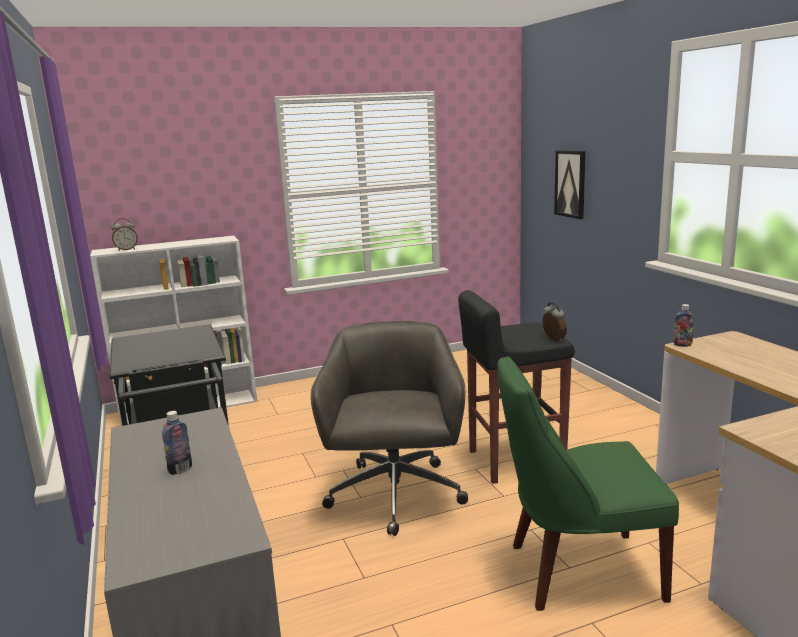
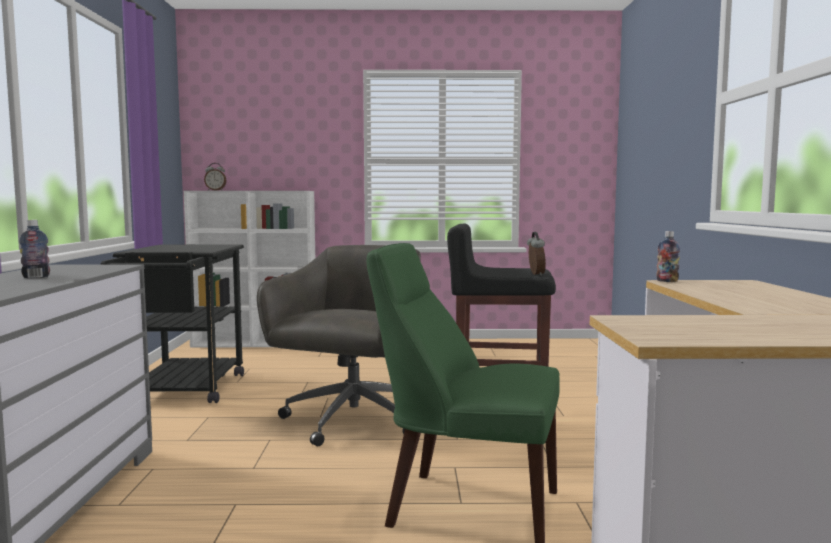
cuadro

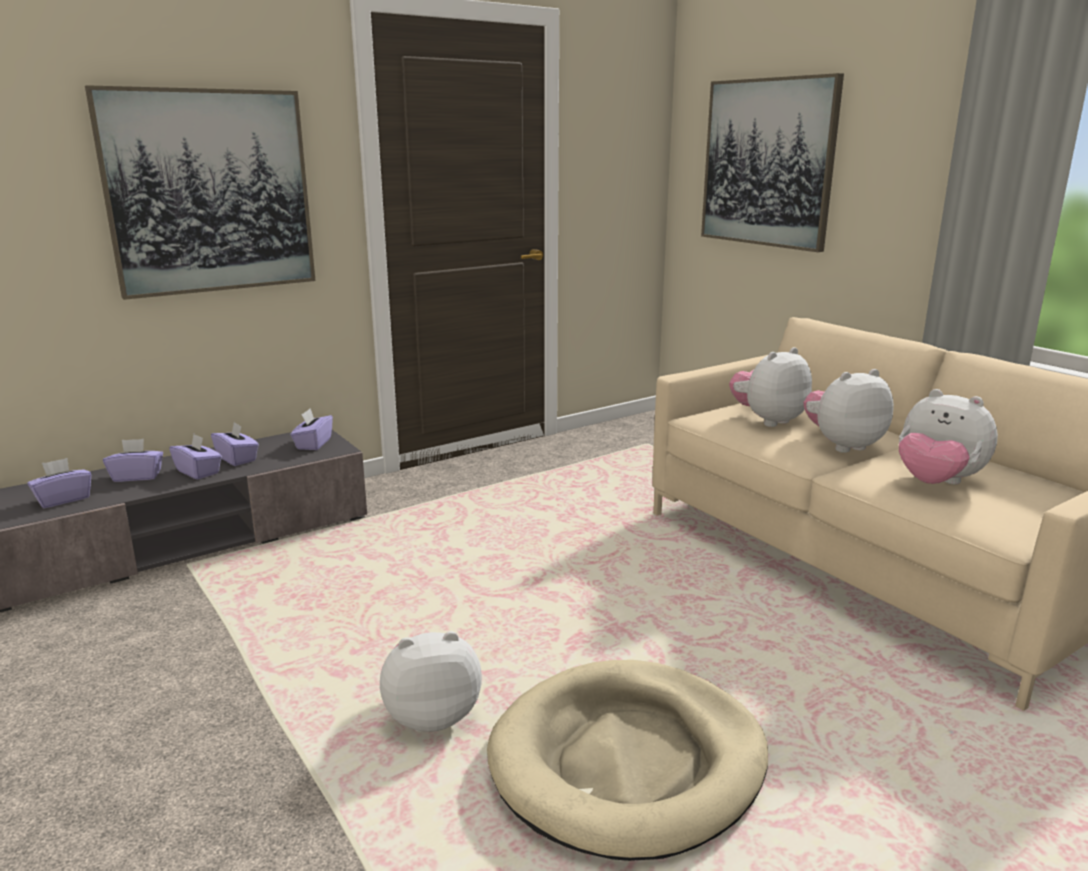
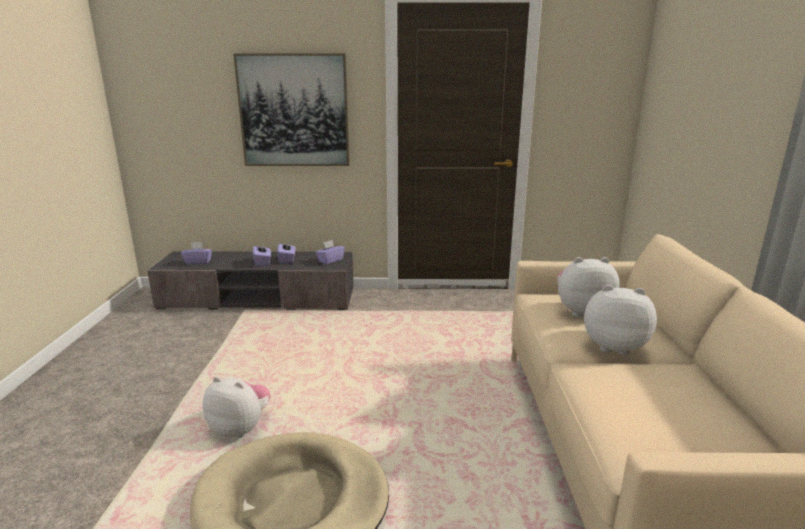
caja de pañuelos (morado) (2nd from left in the first image)
cuadro (2nd from left in the first image)
peluche (4th from left in the first image)

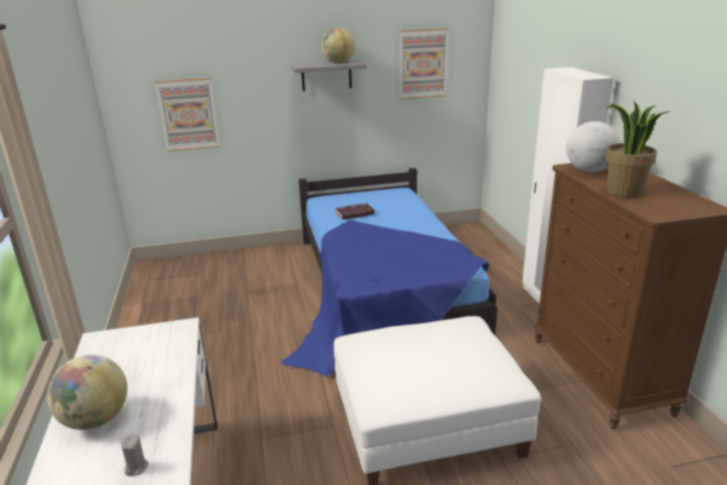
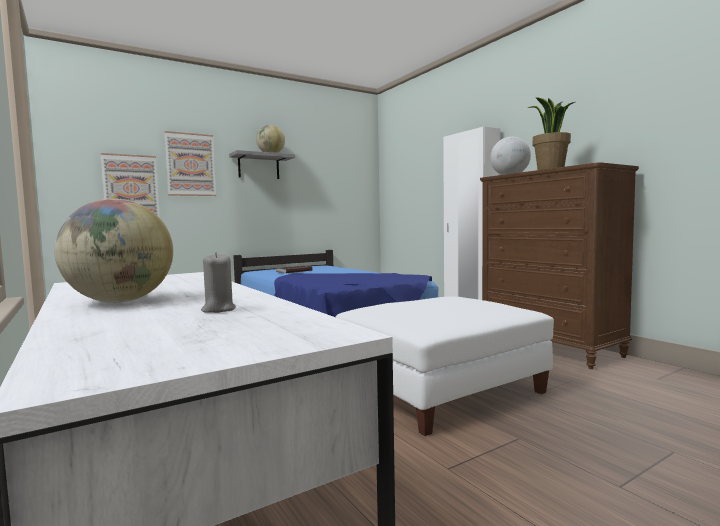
cuadro (2nd from left)

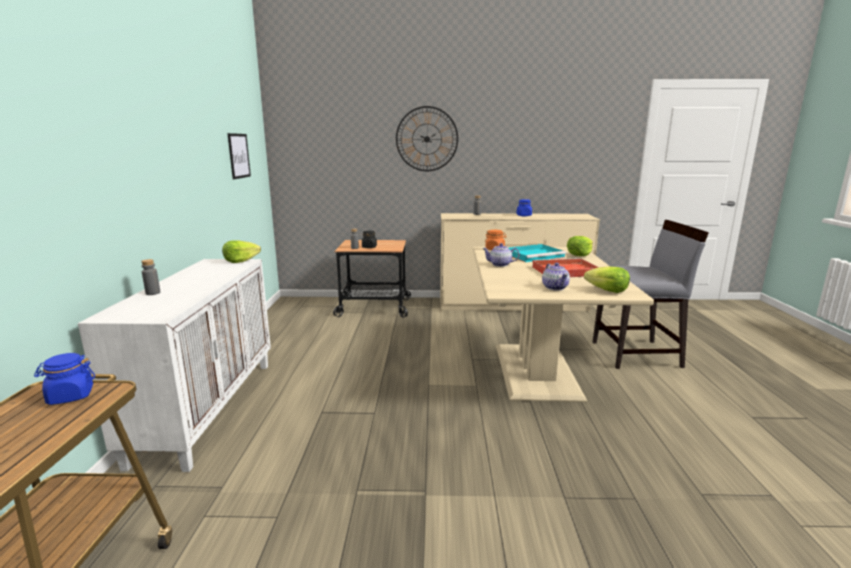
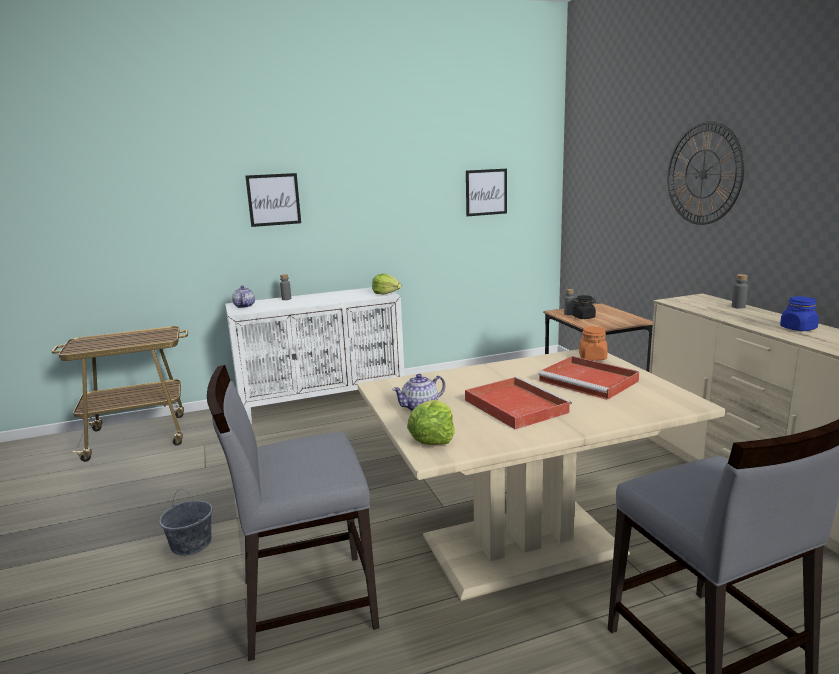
cubo (gris)
silla (gris) (1st from left)
tetera (1st from left)
cuadro (1st from left)
bandeja (rojo) (2nd from left)
tarro (azul) (1st from left in the first image)
lechuga (2nd from left in the first image)

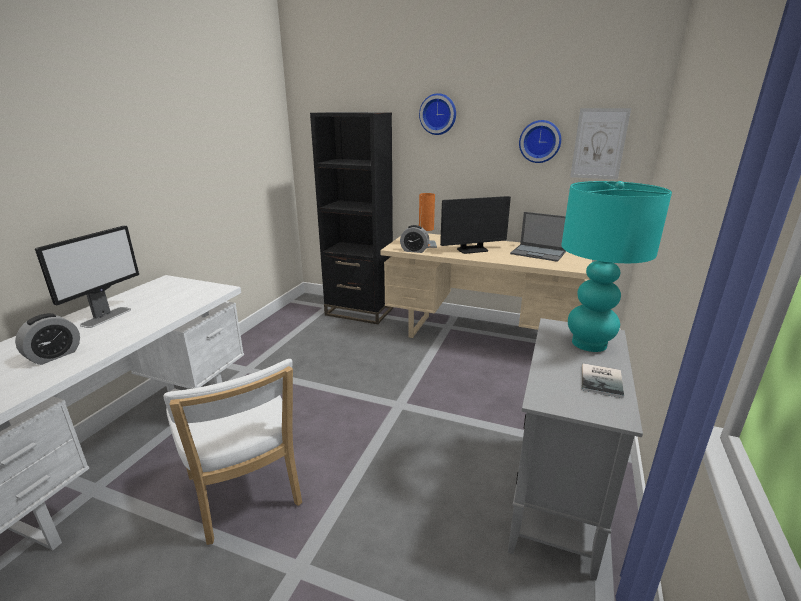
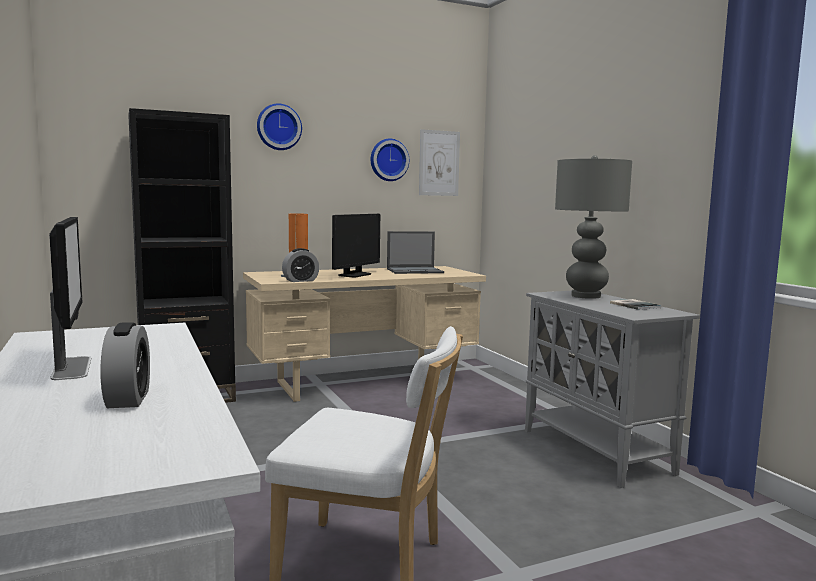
lámpara de mesa (gris)

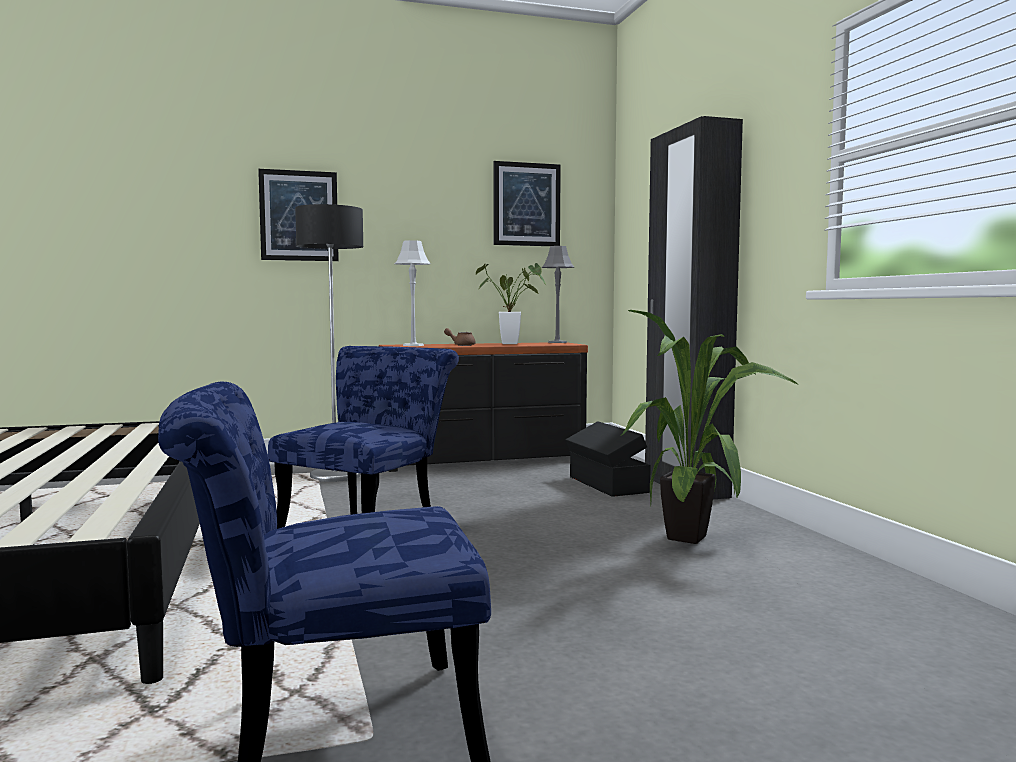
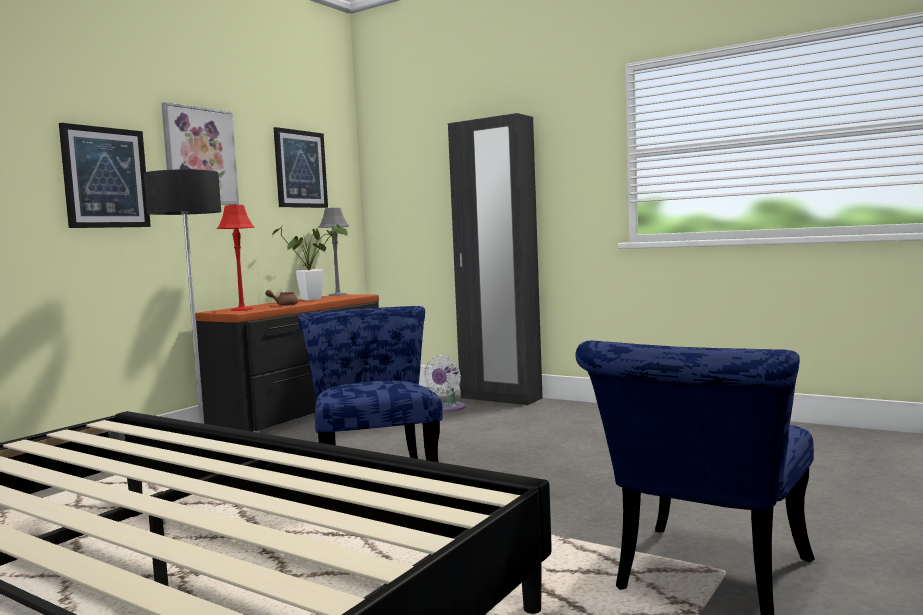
cuadro (2nd from left)
lámpara de mesa (rojo)
ventilador (blanco)
planta en maceta (2nd from left in the first image)

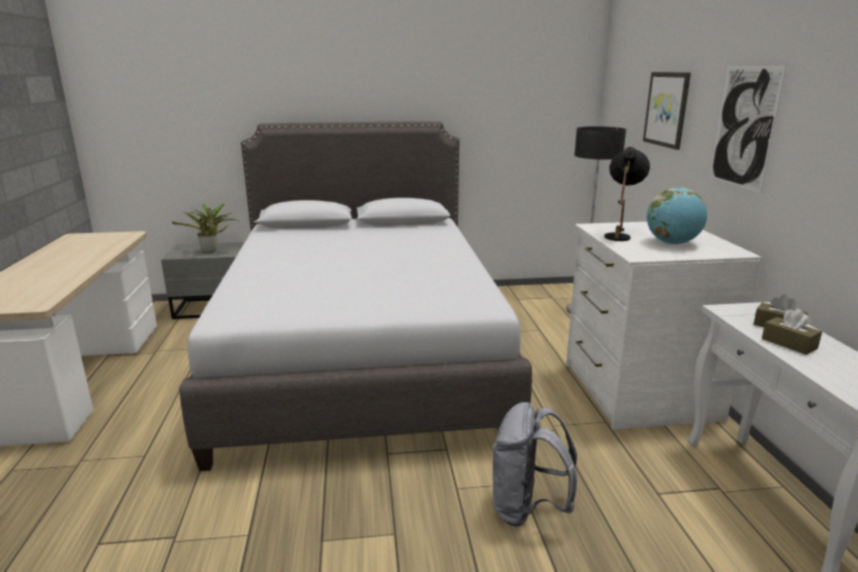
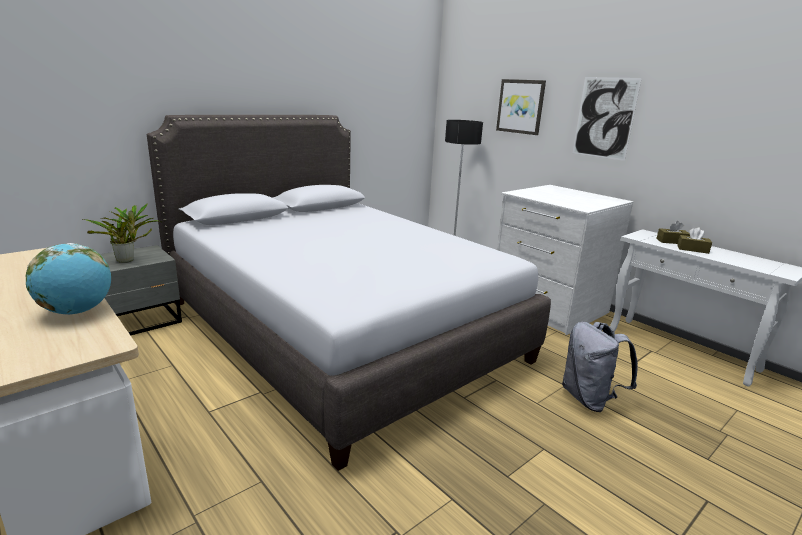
globo terráqueo
lámpara de mesa (negro)

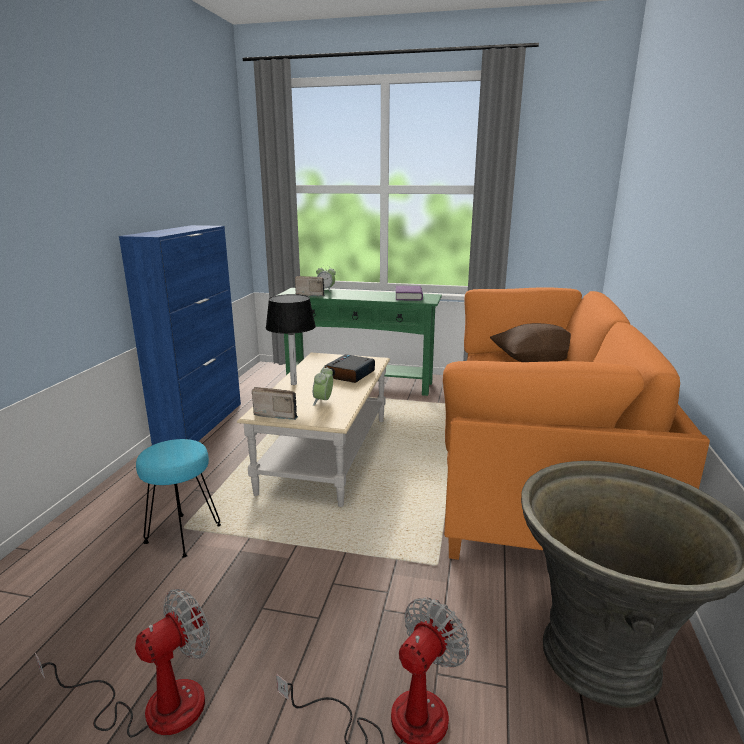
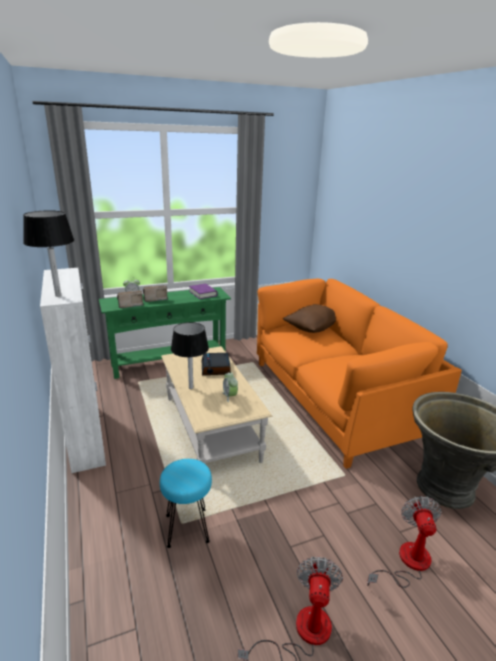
lámpara de mesa (negro) (1st from left)
armario (blanco)
radio (2nd from left)

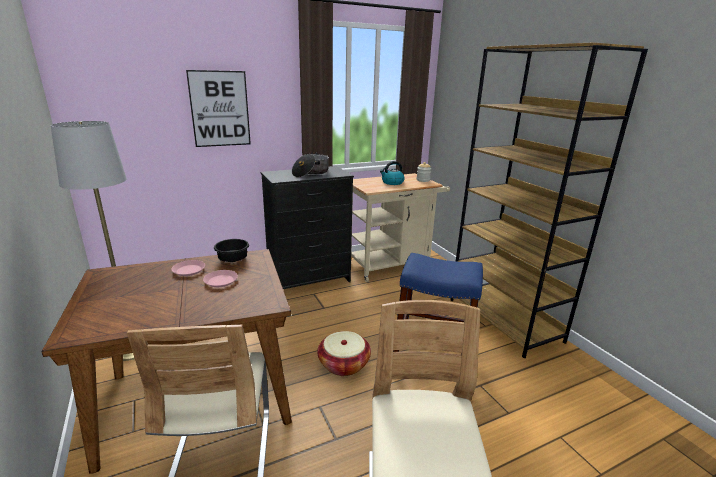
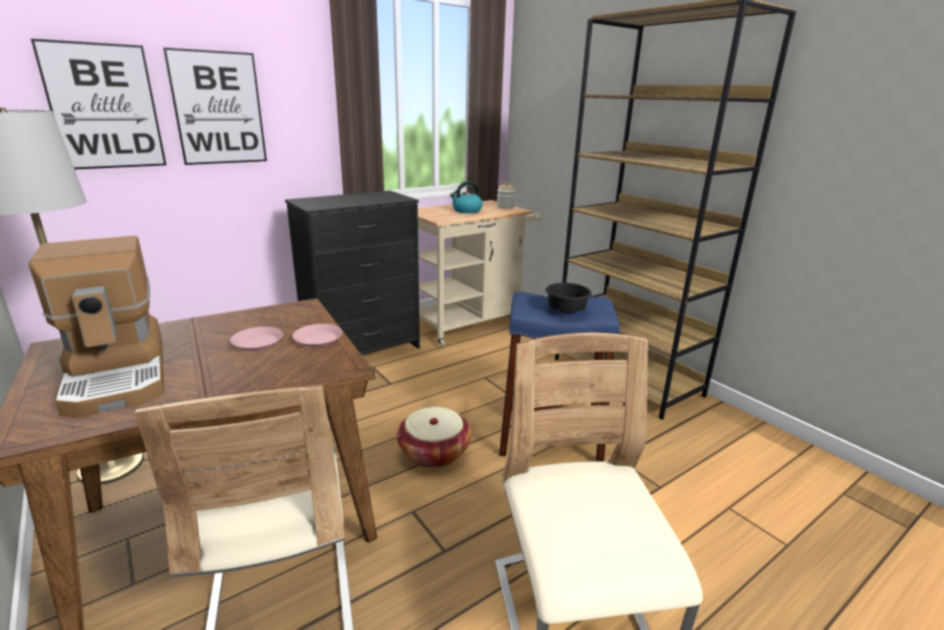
cafetera
cuadro (1st from left)
plato (rosa) (2nd from left)
cuenco (negro)
olla

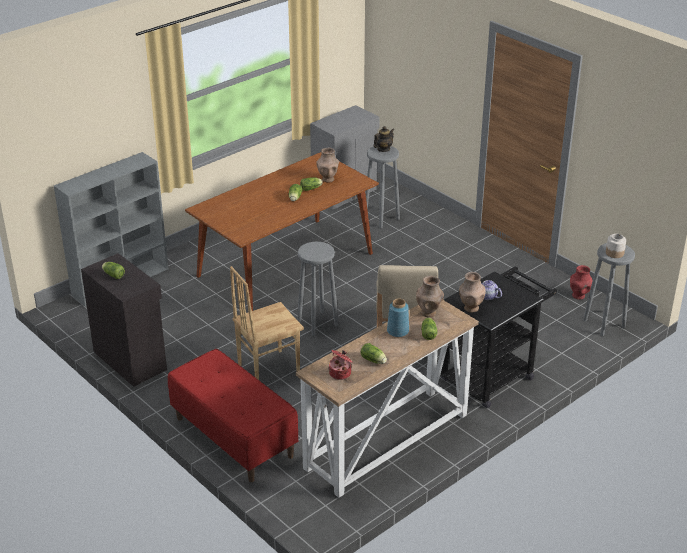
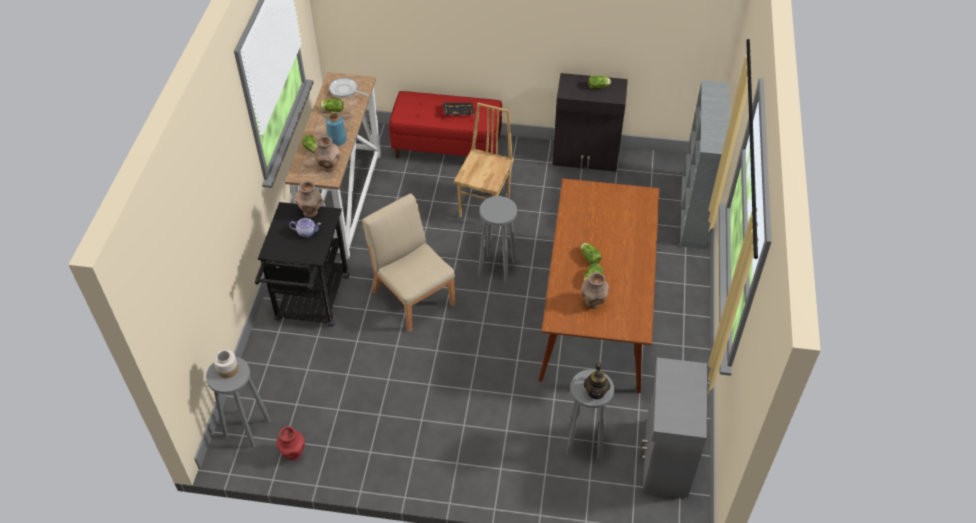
sartén
bandeja (negro)

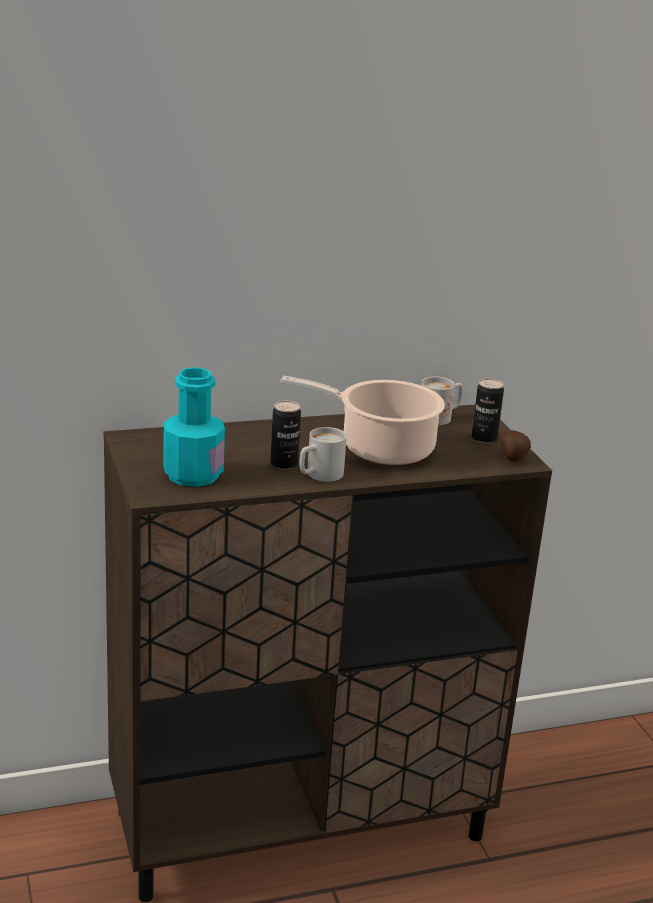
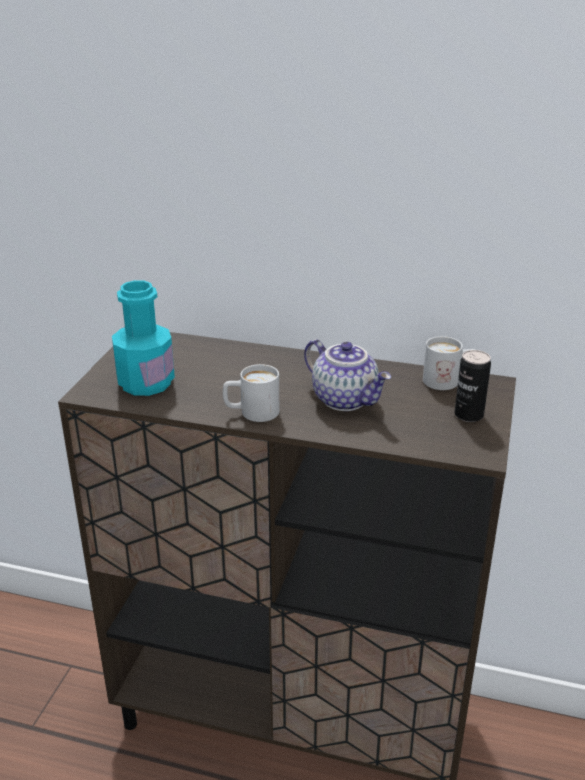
tetera
lata (1st from left in the first image)
patata

